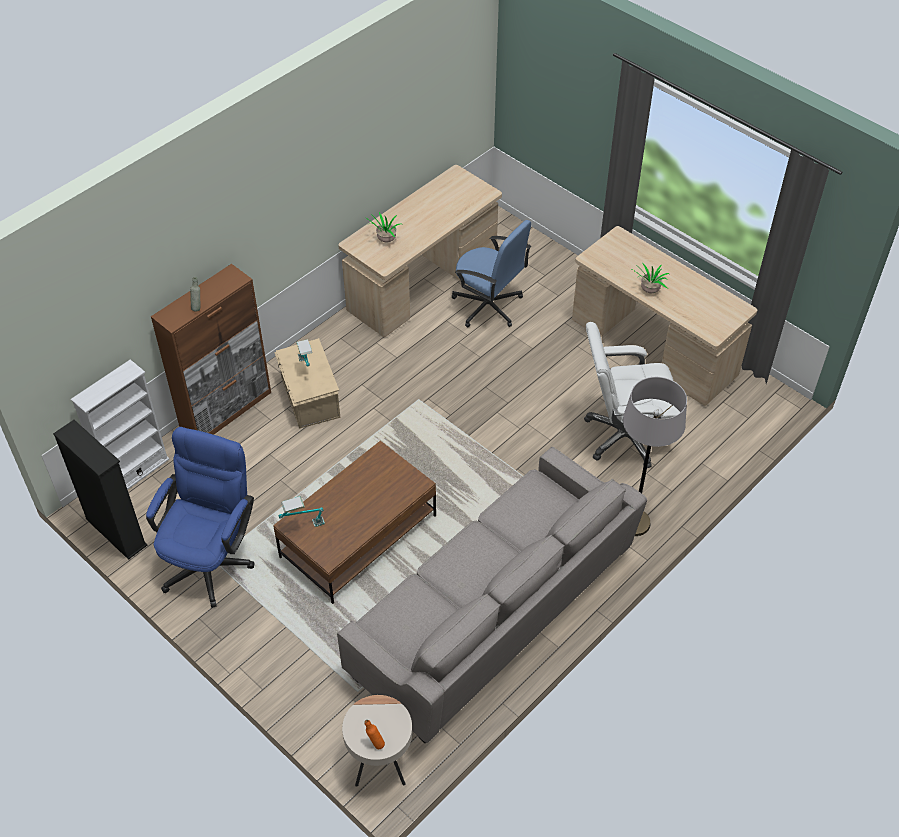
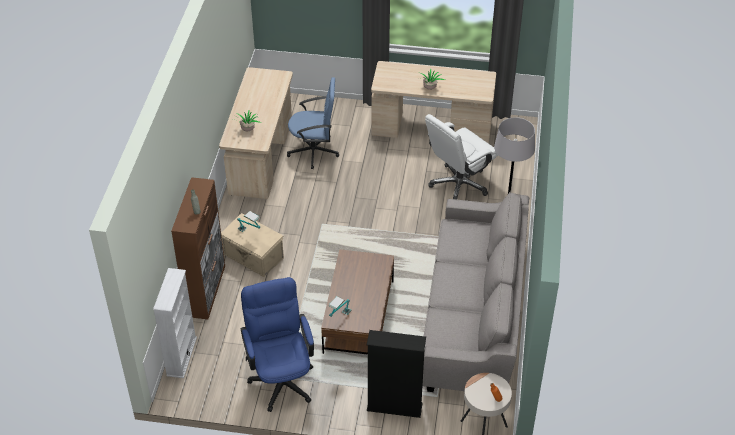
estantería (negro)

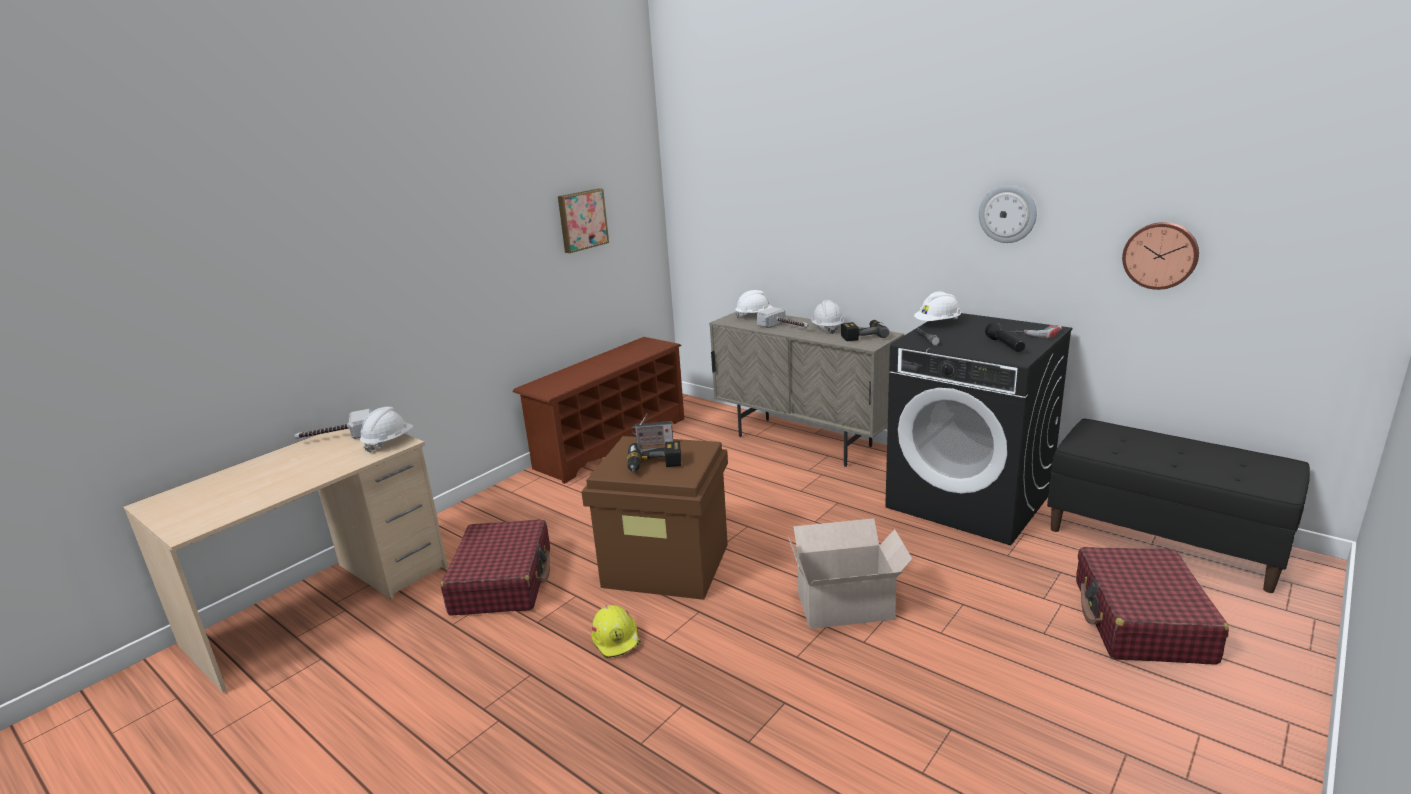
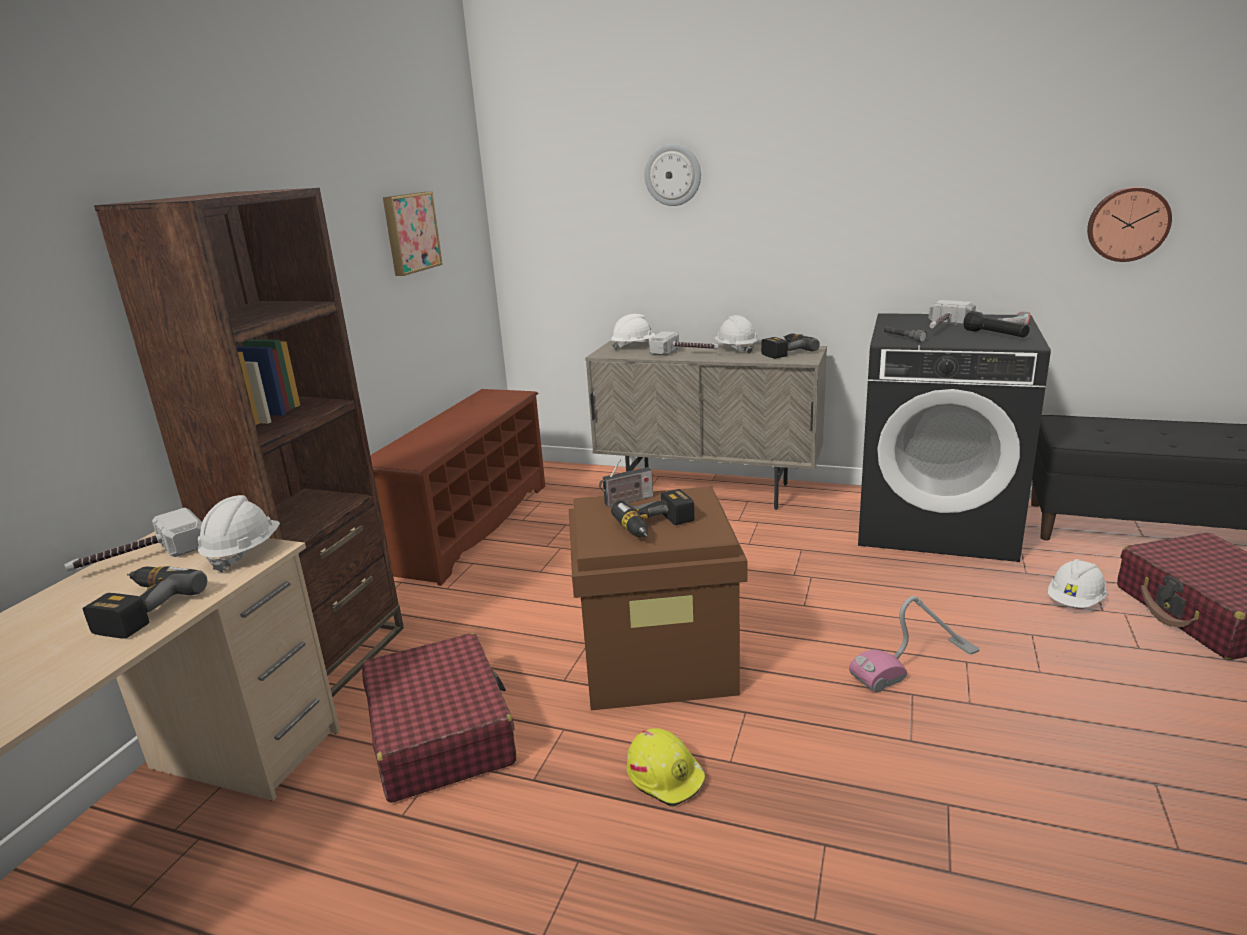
taladro (1st from left)
estantería (marrón)
reloj de pared (1st from left)
aspiradora
martillo (3rd from left)
casco (blanco) (4th from left)

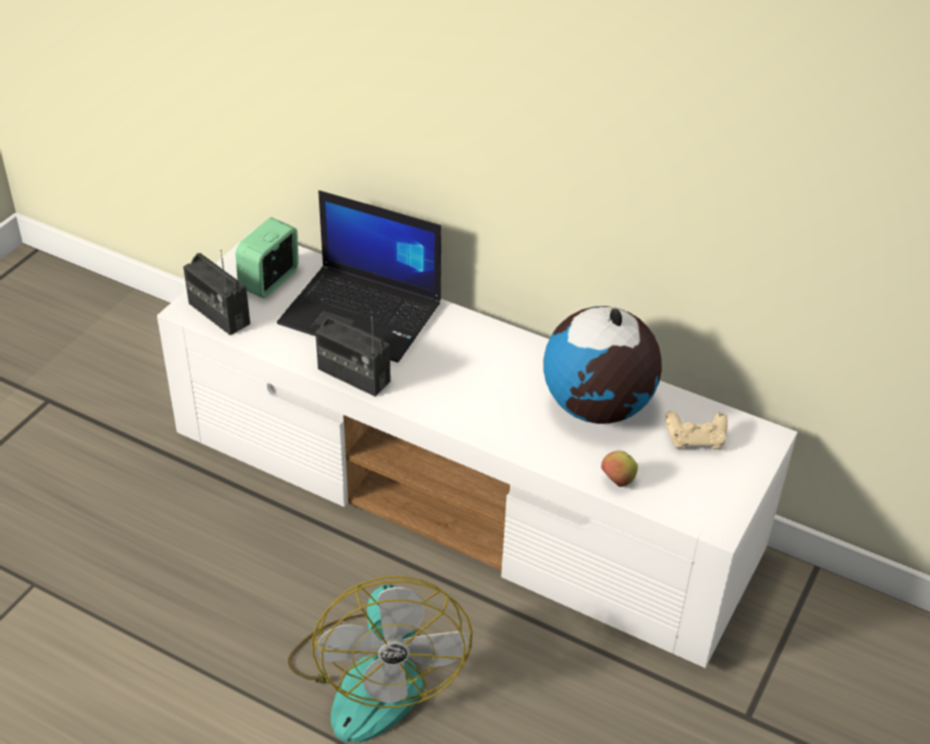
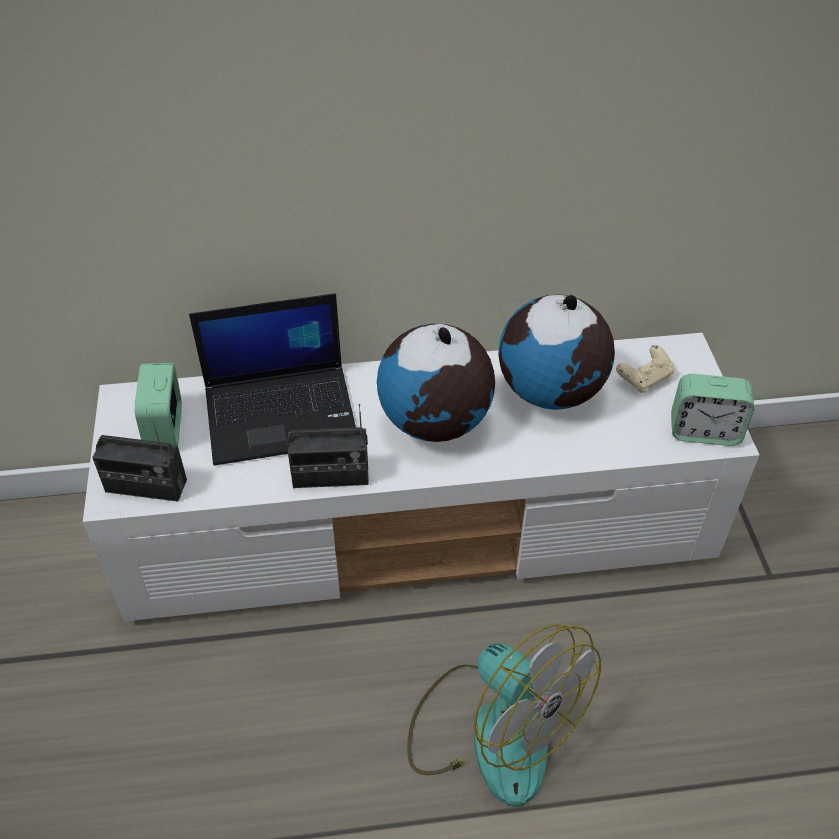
globo terráqueo (1st from left)
despertador (2nd from left)
manzana

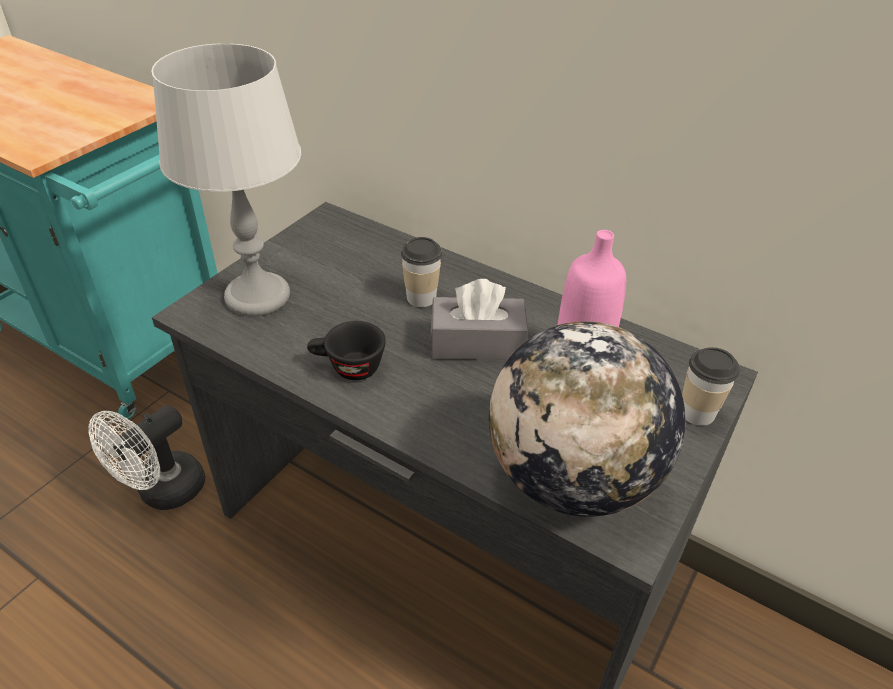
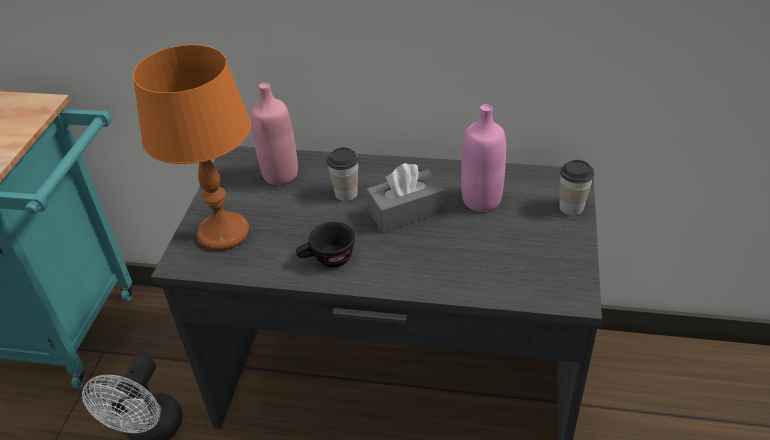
lámpara de mesa (naranja)
botella (rosa) (1st from left)
globo terráqueo

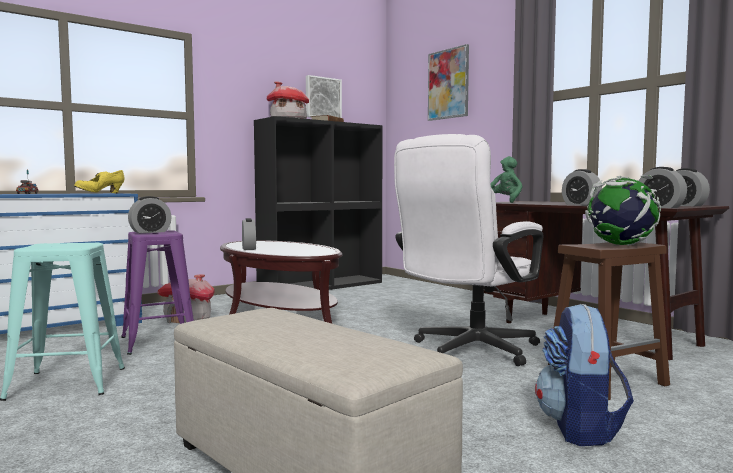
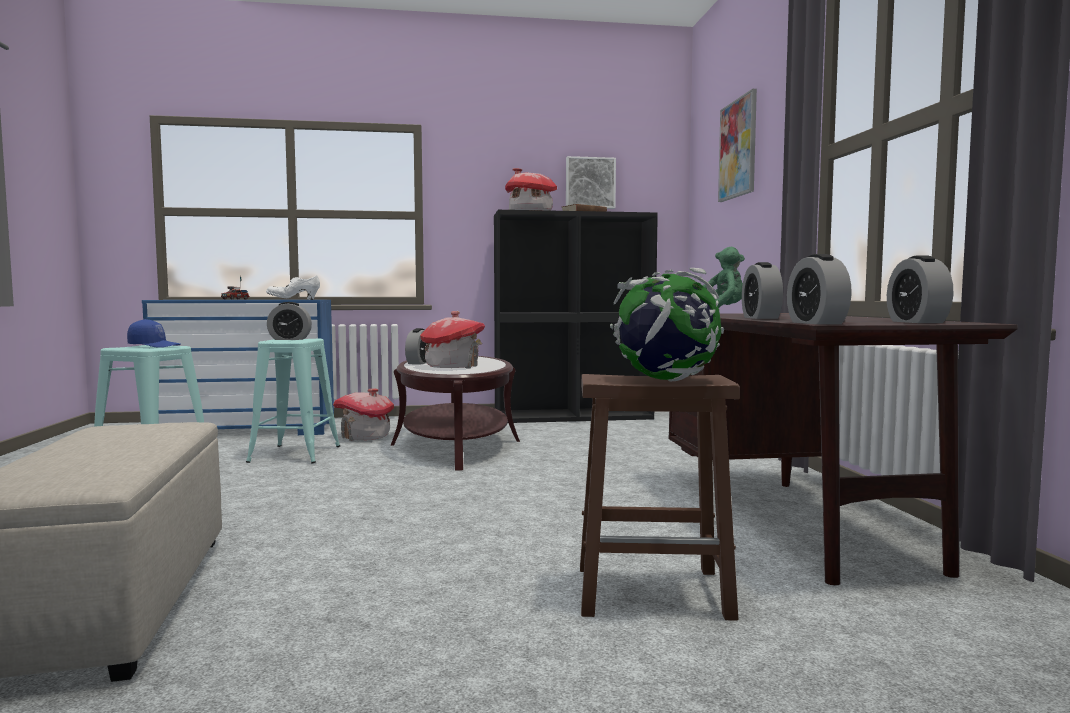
gorra (azul)
taburete (turquesa) (2nd from left)
zapato (blanco)
casita (2nd from left)
silla de oficina (blanco)
mochila

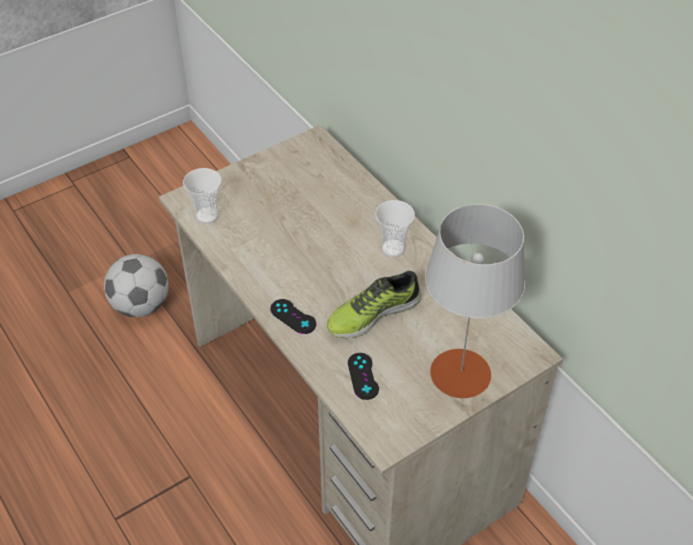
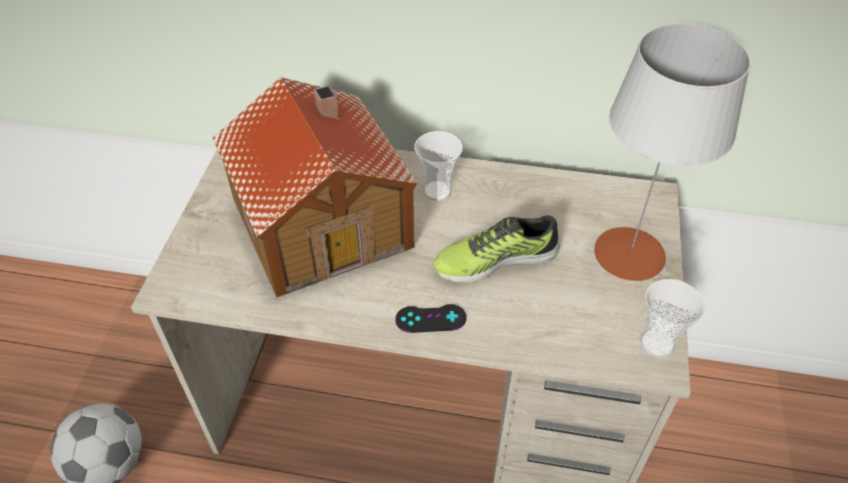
casita
zapato
taza (2nd from left)
mando de consola (negro) (2nd from left in the first image)

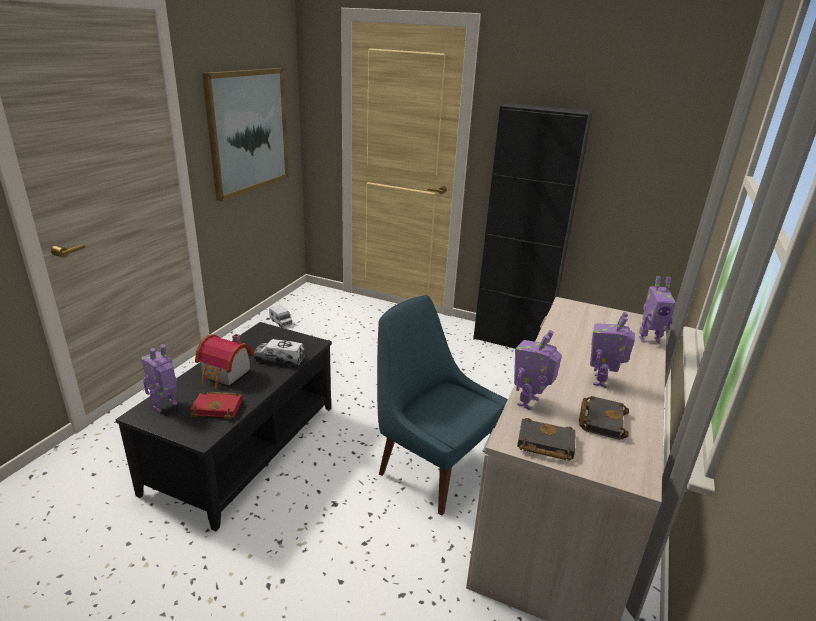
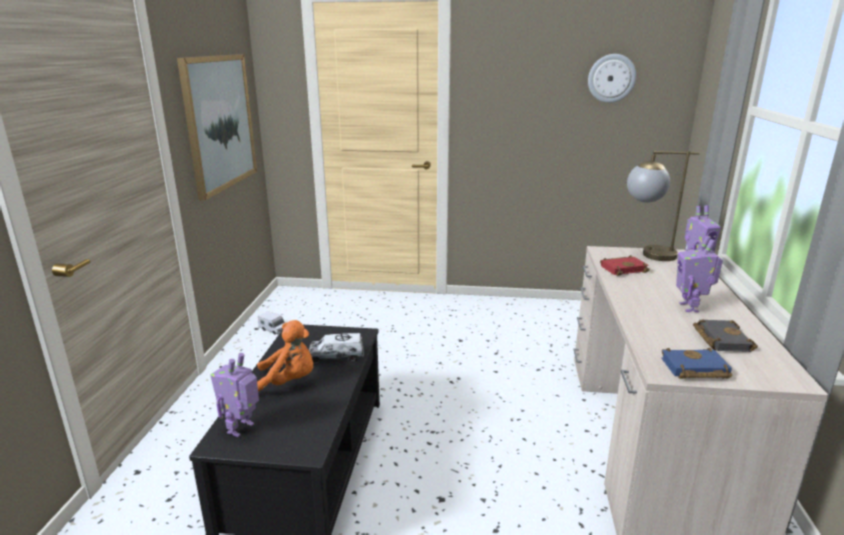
peluche (naranja)
reloj de pared
libro (rojo)
lámpara de mesa
libro (azul)
silla (azul)
armario (negro)
robot de juguete (2nd from left in the first image)

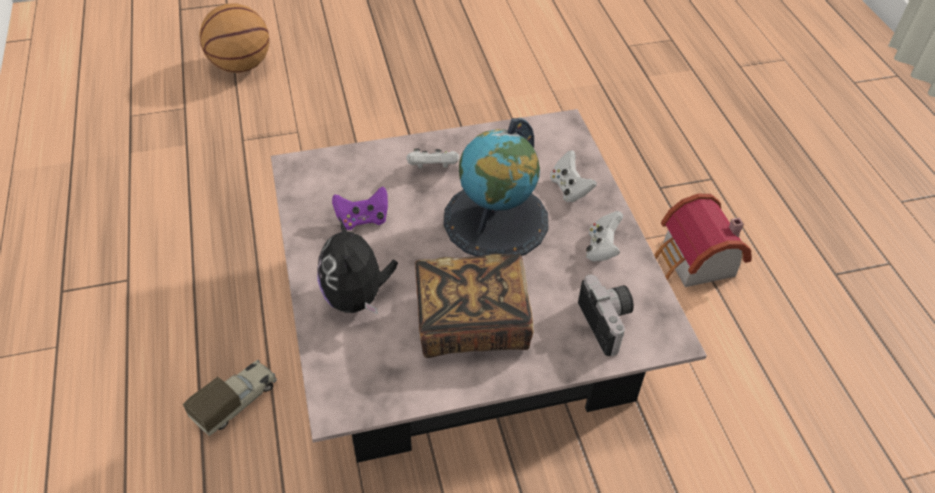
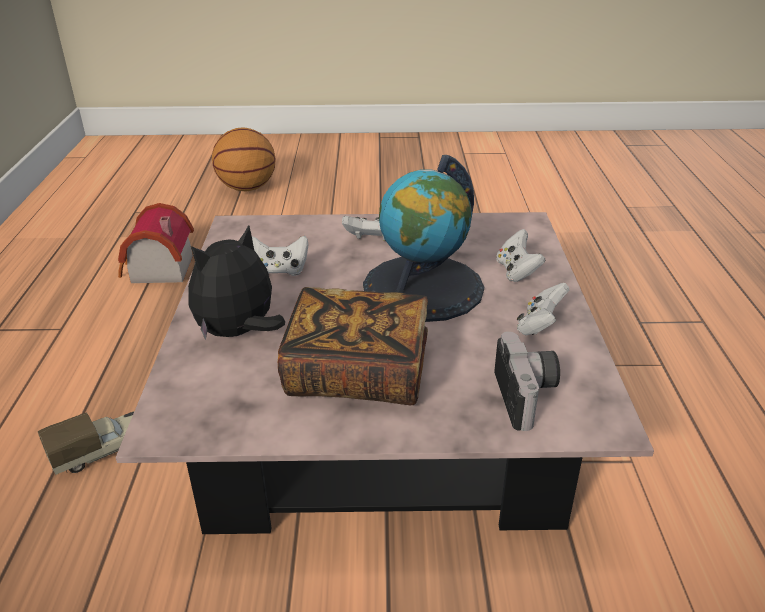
casita
peluche
mando de consola (blanco) (1st from left)

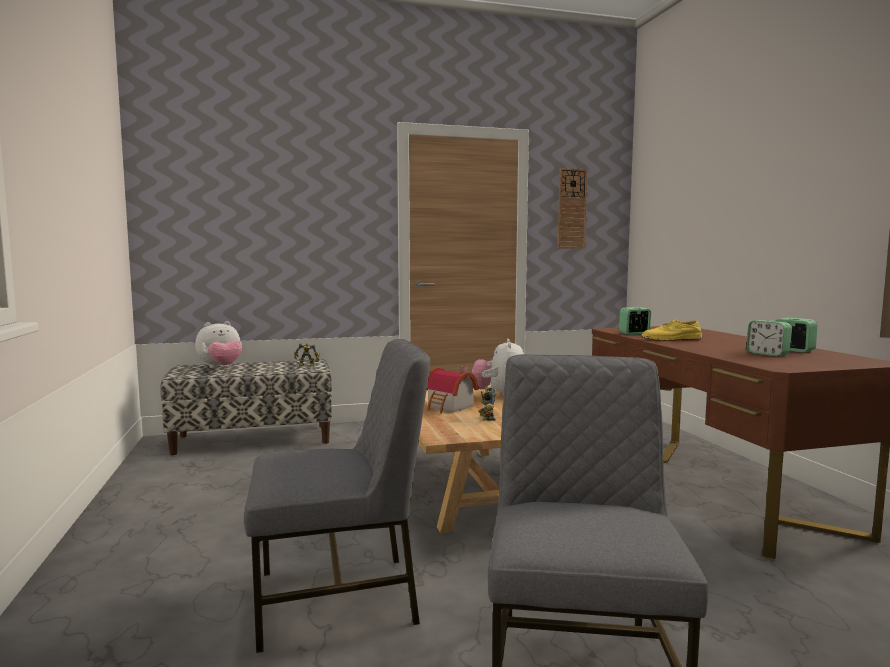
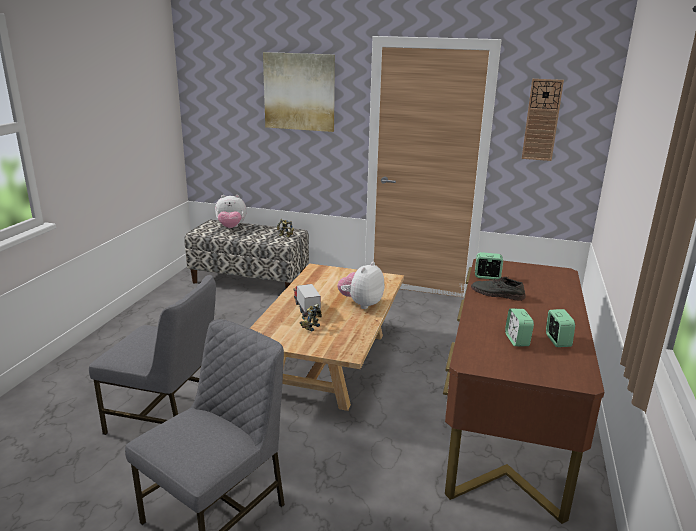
cuadro
camión de juguete
zapato (gris)

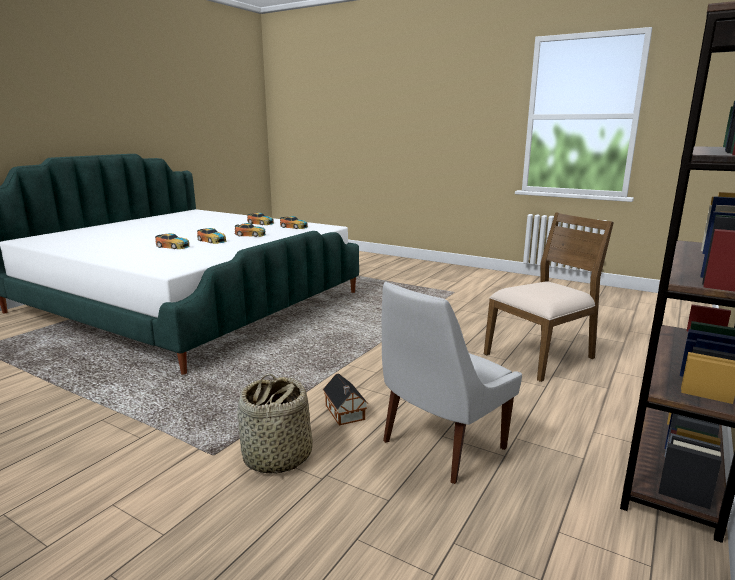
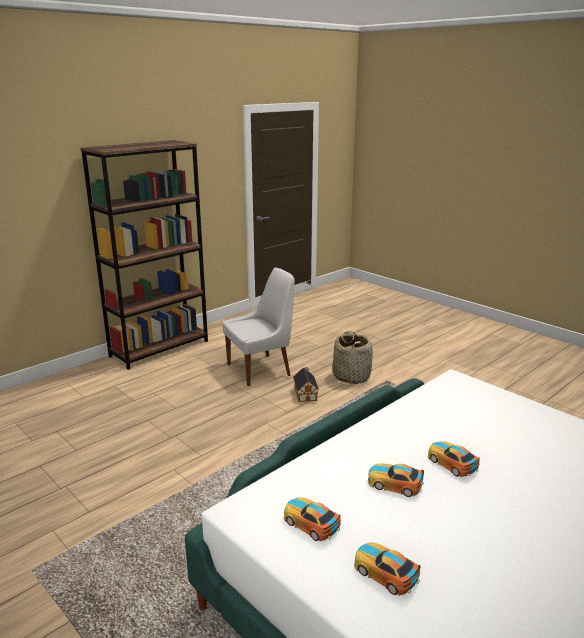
coche de juguete (1st from left in the first image)
silla (marrón)

